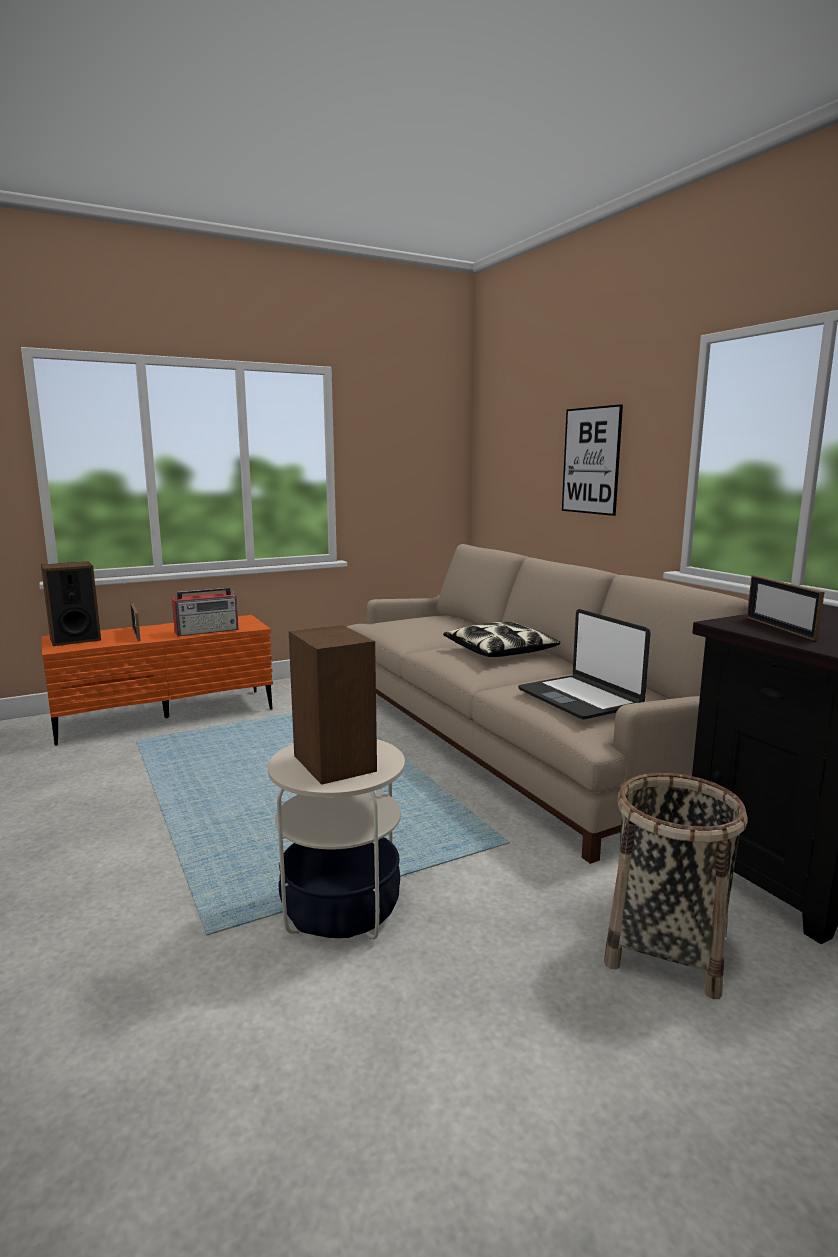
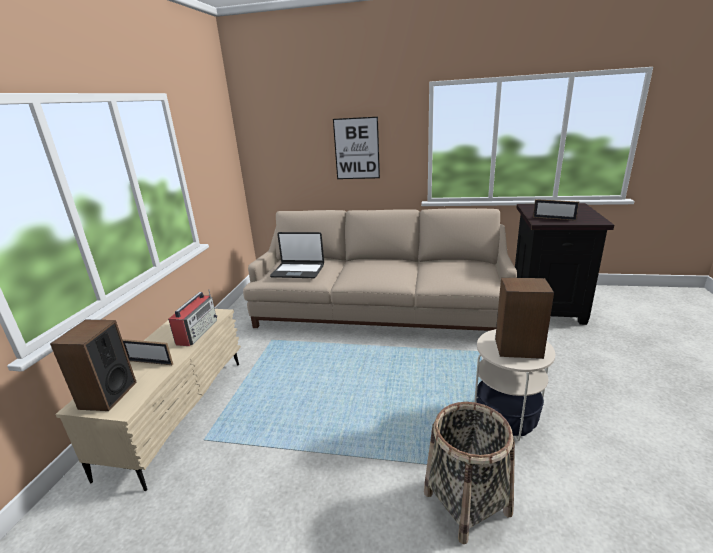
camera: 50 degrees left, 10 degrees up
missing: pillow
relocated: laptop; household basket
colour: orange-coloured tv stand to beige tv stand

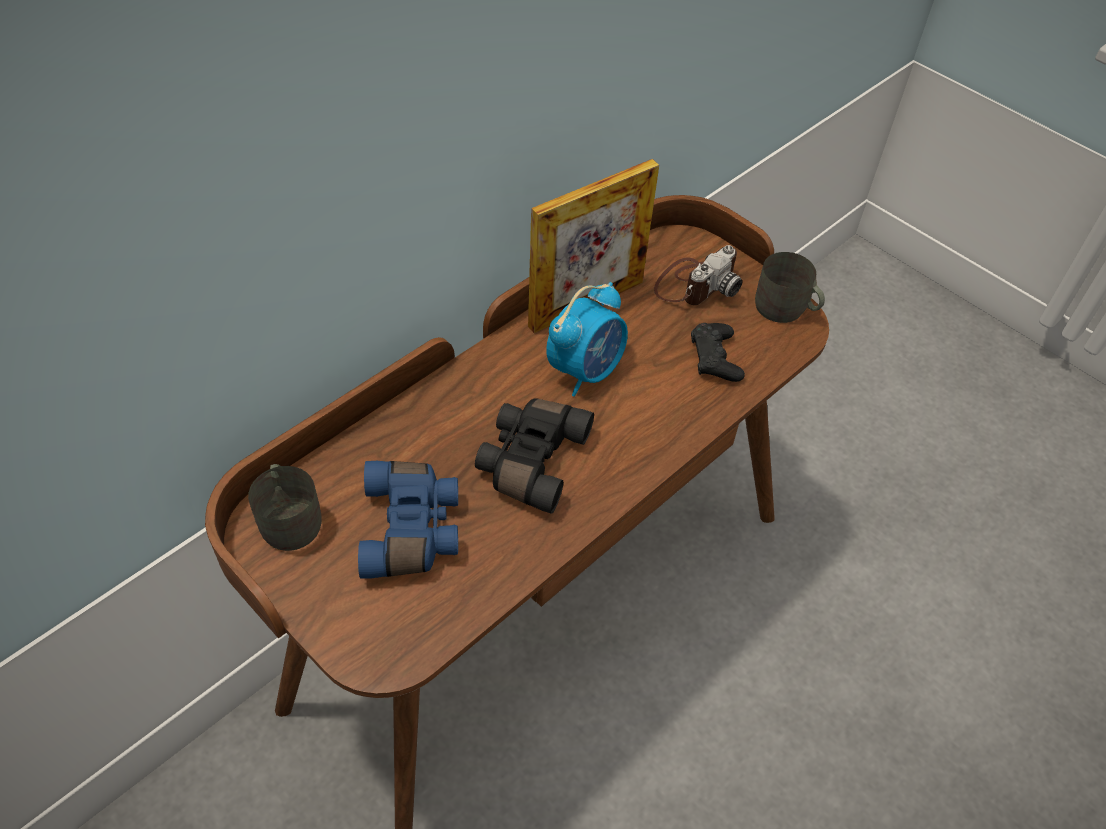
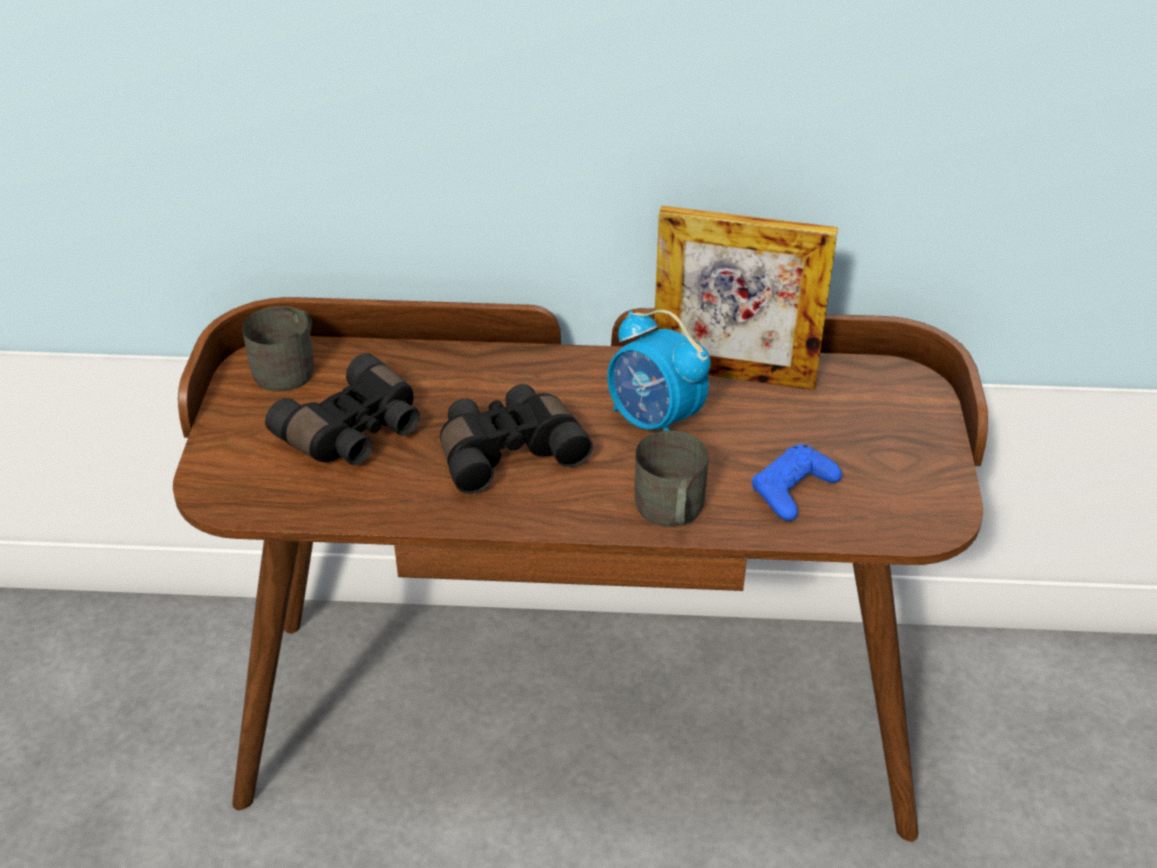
camera: 50 degrees right, 10 degrees down
missing: still camera
relocated: grey mug (no. 2 from left)
colour: blue pair of binoculars to black-coloured pair of binoculars (no. 1 from left); black-coloured joypad to blue joypad
spun: bedside clock 45 degrees clockwise

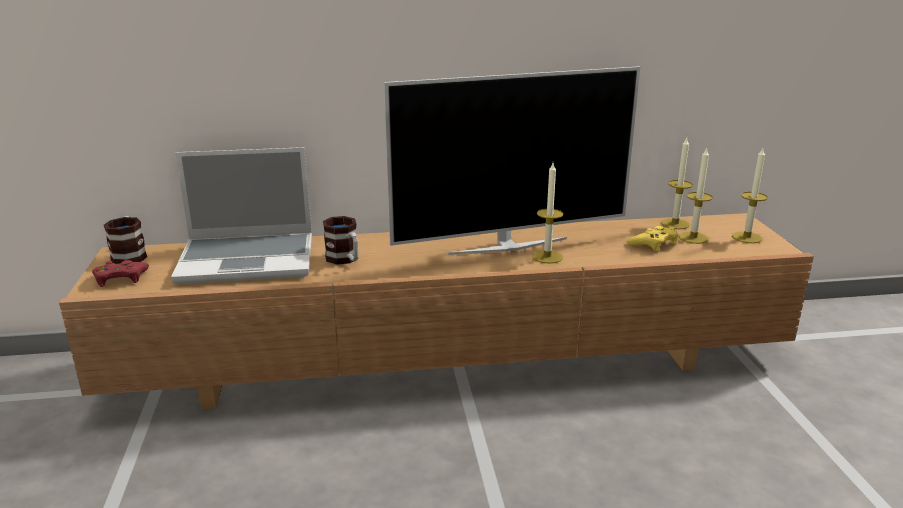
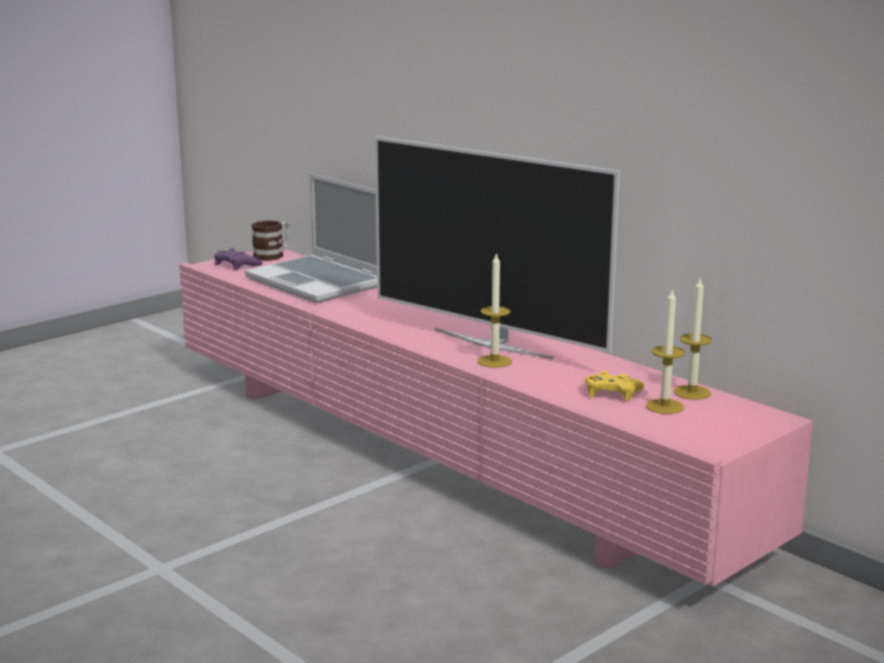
camera: 55 degrees right, 5 degrees down
missing: mug (no. 2 from left); candle (no. 4 from left)
colour: brown tv stand to pinkish tv stand; red-coloured joypad to purplish joypad

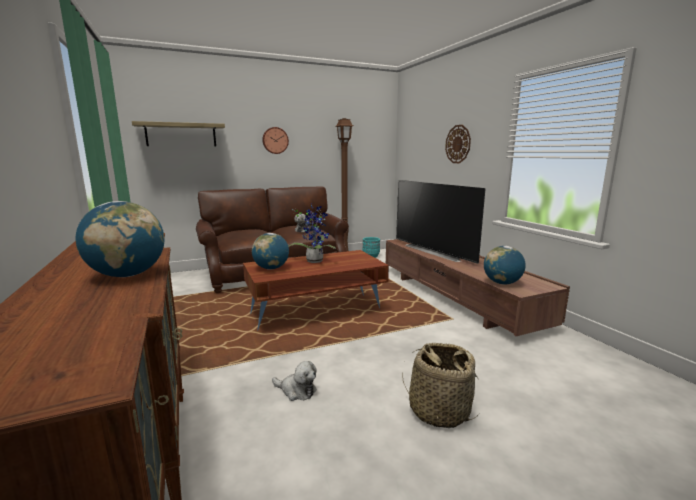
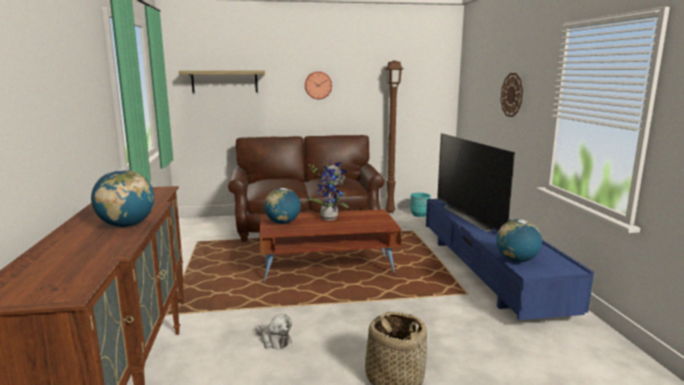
camera: 15 degrees right, 0 degrees up
colour: brown tv stand to blue tv stand

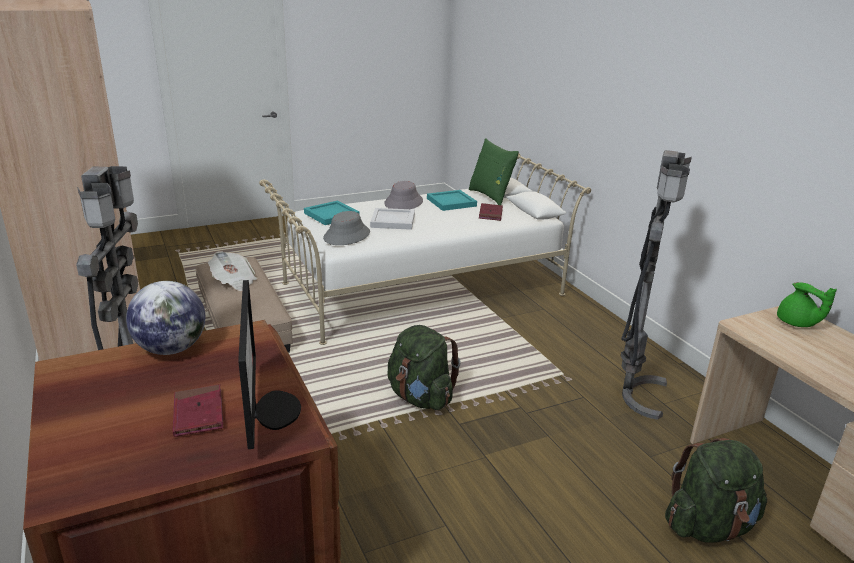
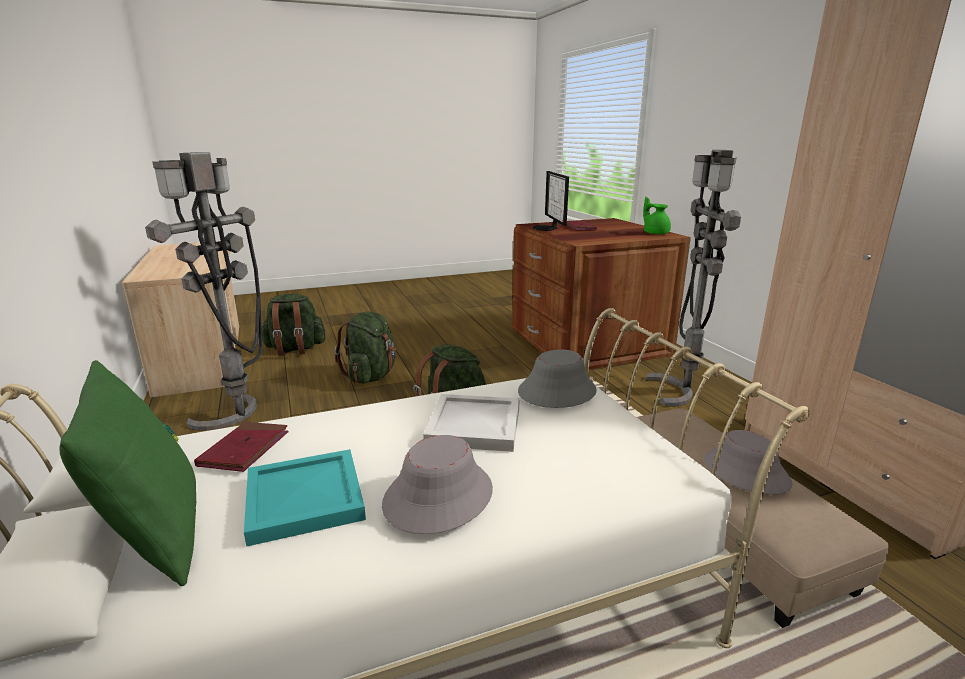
camera: 175 degrees left, 5 degrees down
missing: world globe; blue-green serving tray (no. 1 from left)
appeared: green backpack (no. 2 from left)
relocated: green tea pot
exchanged: newspaper to grey hat (no. 3 from left)

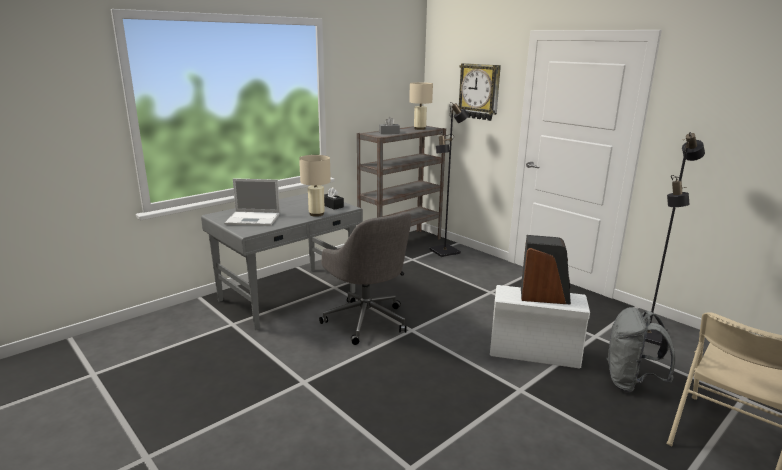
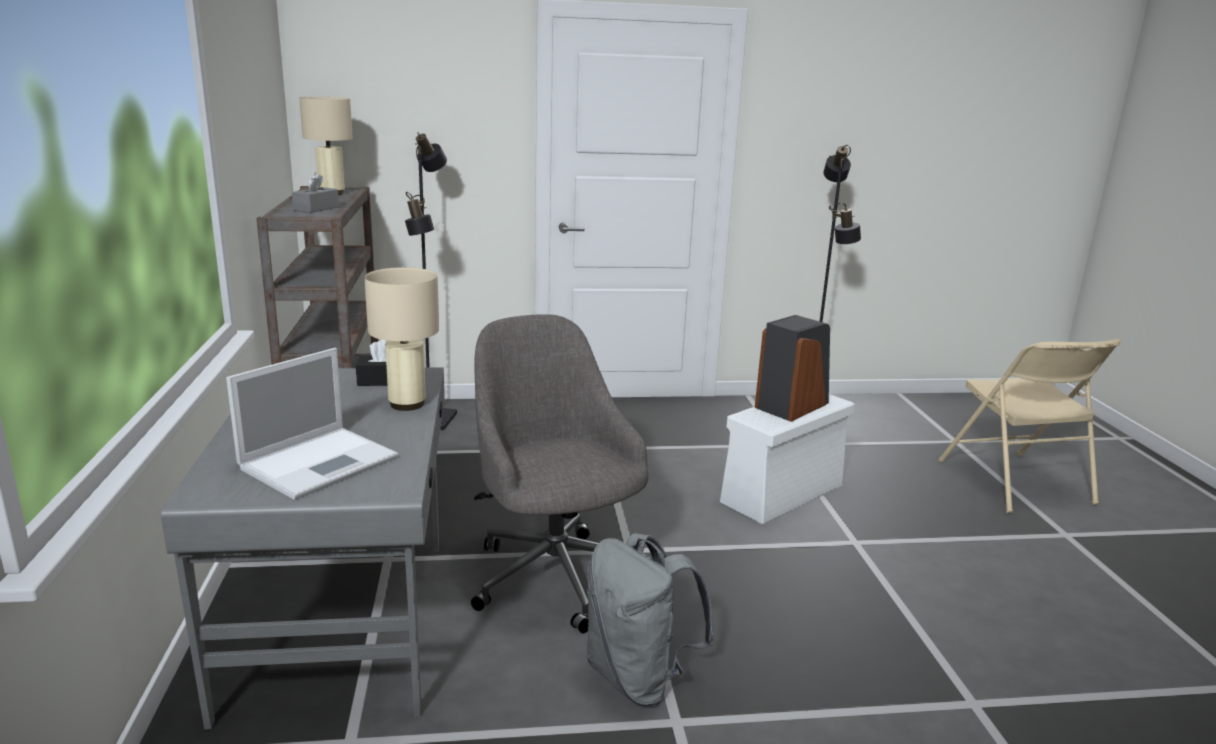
camera: 55 degrees left, 0 degrees up
missing: wall clock
relocated: grey backpack
spun: grey office chair 120 degrees counterclockwise

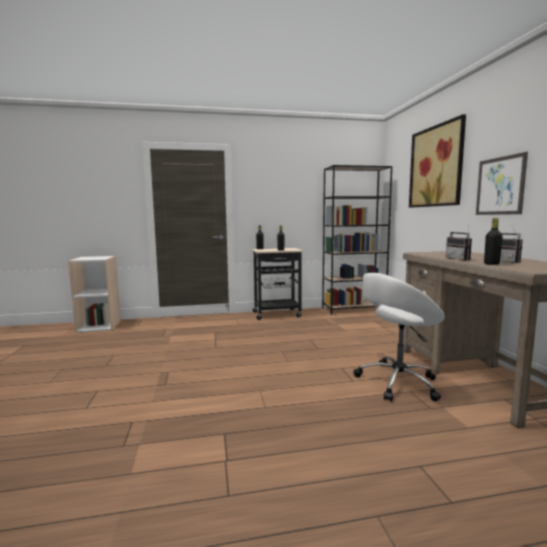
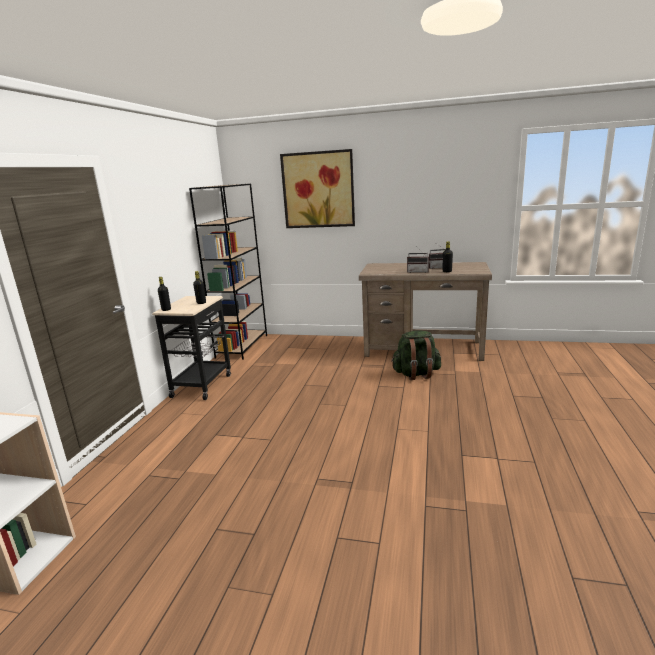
camera: 65 degrees left, 10 degrees up
missing: picture (no. 2 from left)
exchanged: white office chair to green backpack

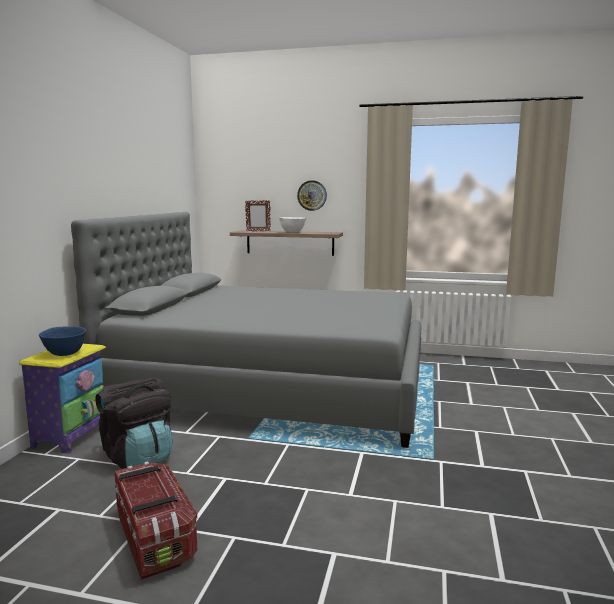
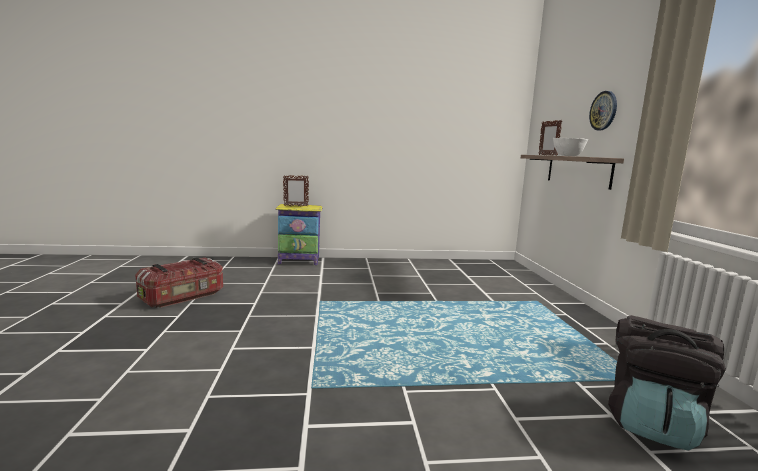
camera: 70 degrees right, 0 degrees up
missing: grey bed
relocated: black-coloured backpack
exchanged: blue bowl to standing frame (no. 1 from left)

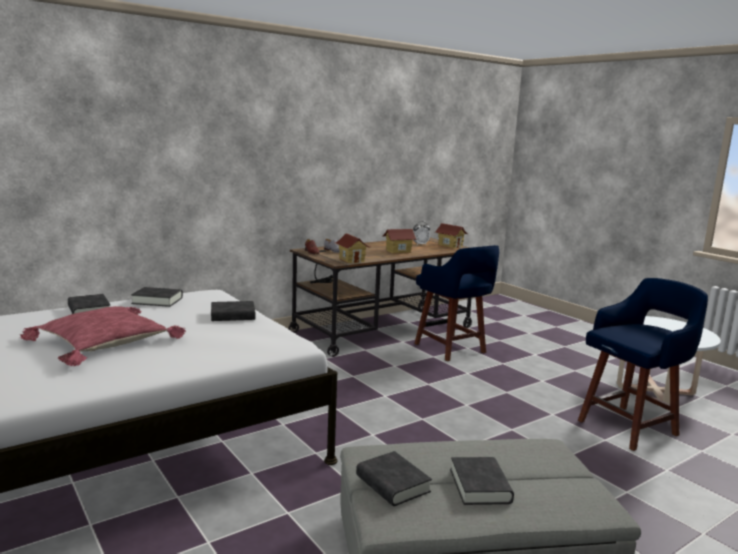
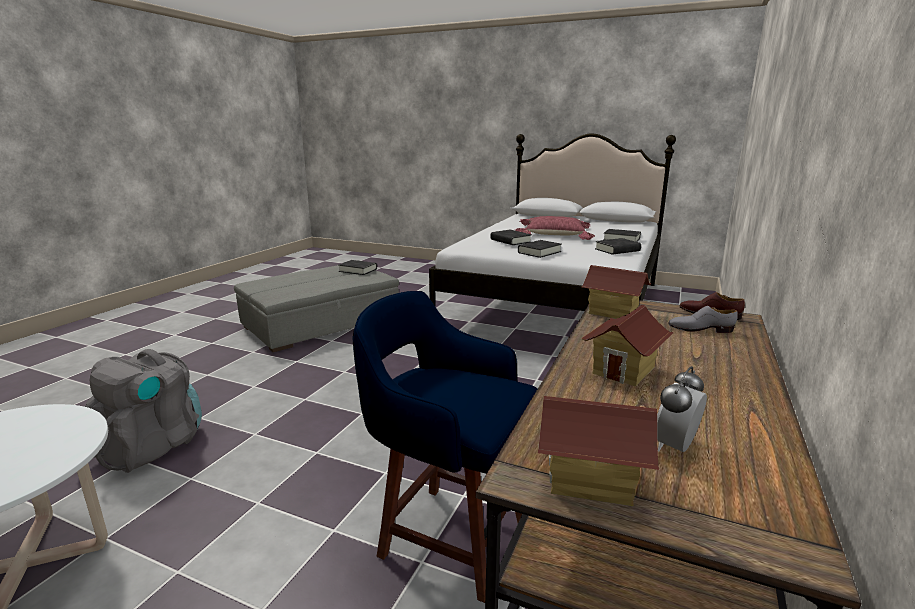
camera: 150 degrees right, 5 degrees up
relocated: black-coloured bound book (no. 5 from left in the first image) to black-coloured bound book (no. 2 from left)
exchanged: blue stool seat (no. 2 from left) to grey backpack

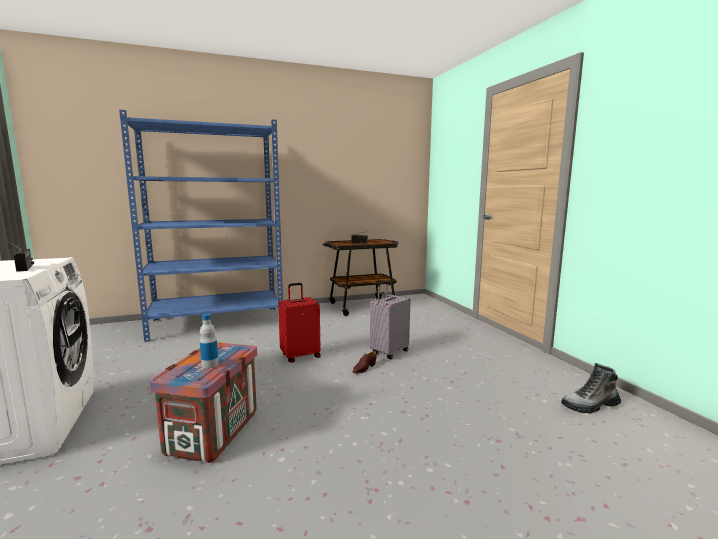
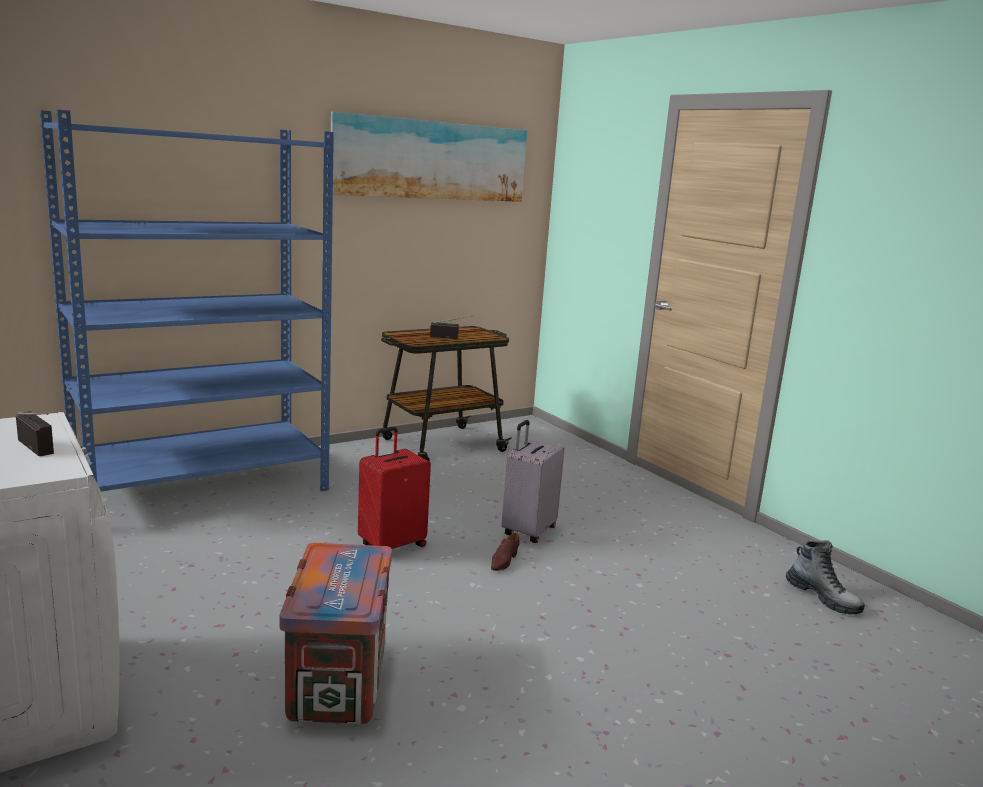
camera: 15 degrees left, 5 degrees up
missing: bottle
appeared: picture
spun: tall boot 105 degrees counterclockwise

